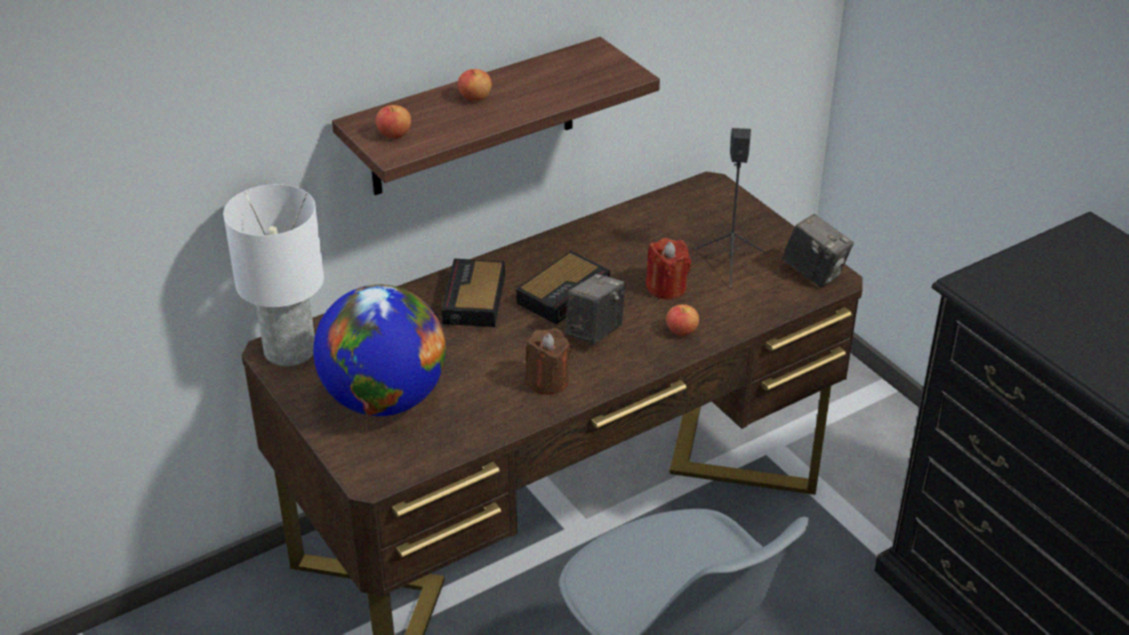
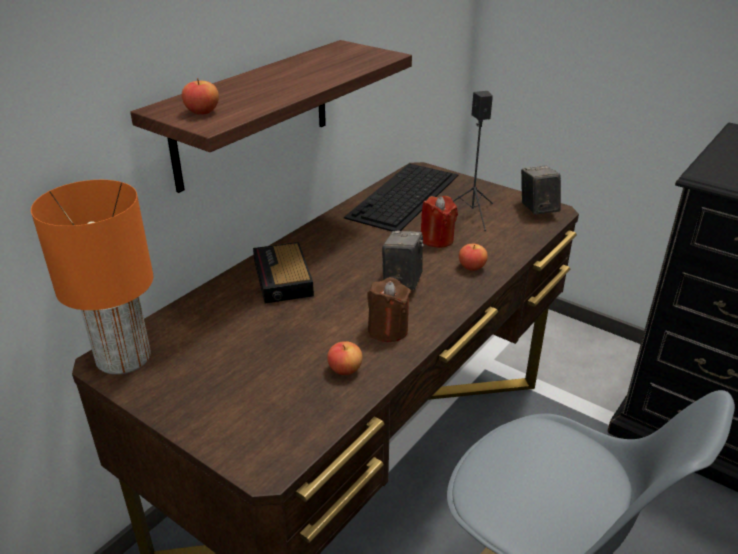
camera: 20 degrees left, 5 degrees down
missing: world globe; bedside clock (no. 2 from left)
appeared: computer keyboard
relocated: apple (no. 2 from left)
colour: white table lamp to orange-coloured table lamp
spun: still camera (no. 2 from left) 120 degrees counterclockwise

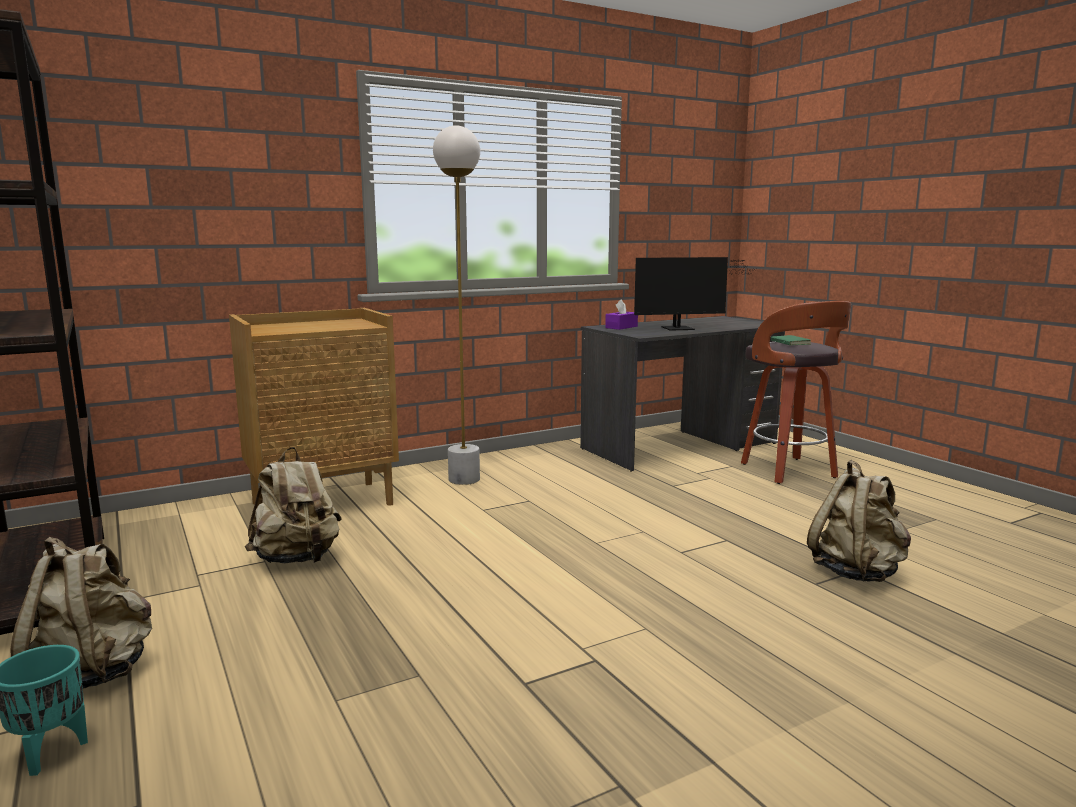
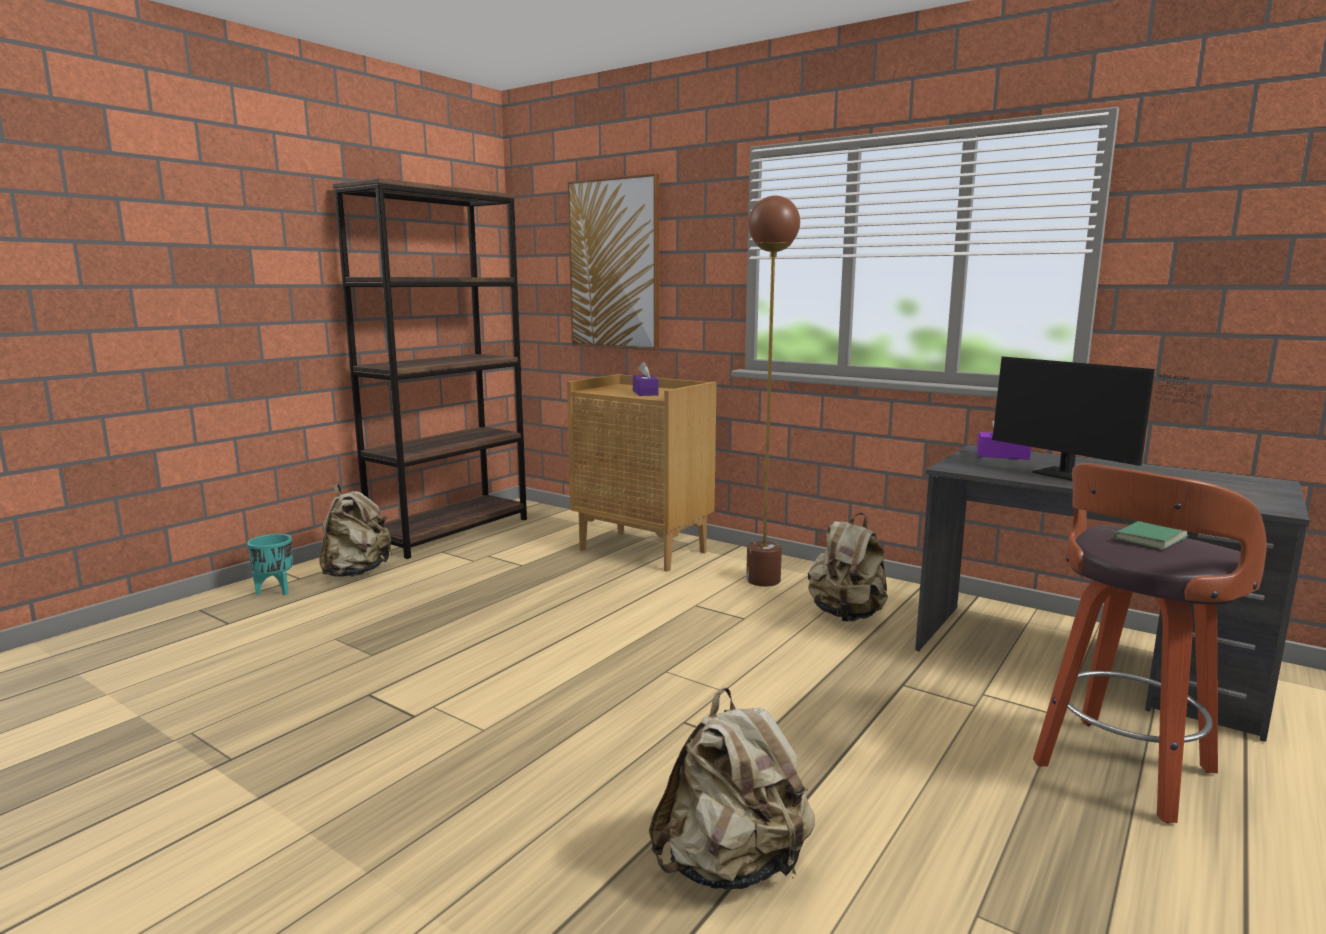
camera: 65 degrees right, 0 degrees up
appeared: picture; purplish box of tissues (no. 1 from left)
relocated: beige backpack (no. 2 from left in the first image) to beige backpack (no. 3 from left)
colour: white standing lamp to brown standing lamp

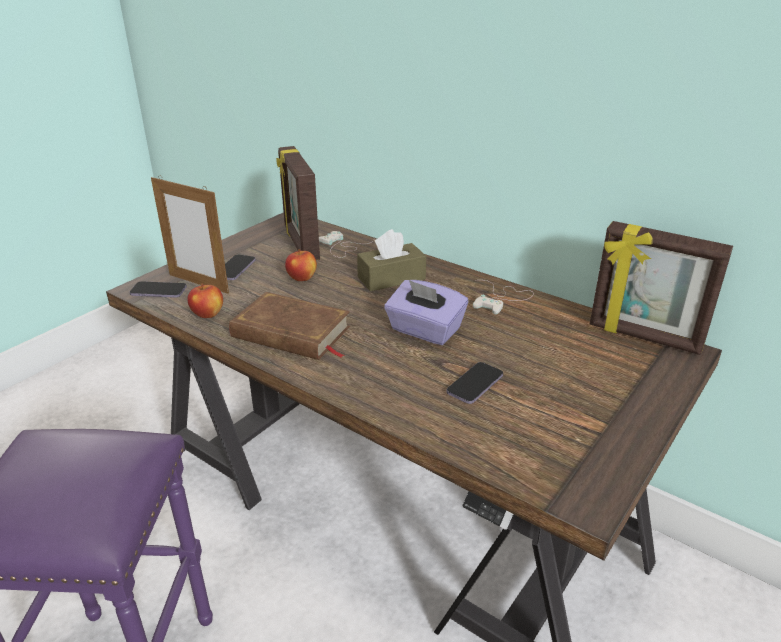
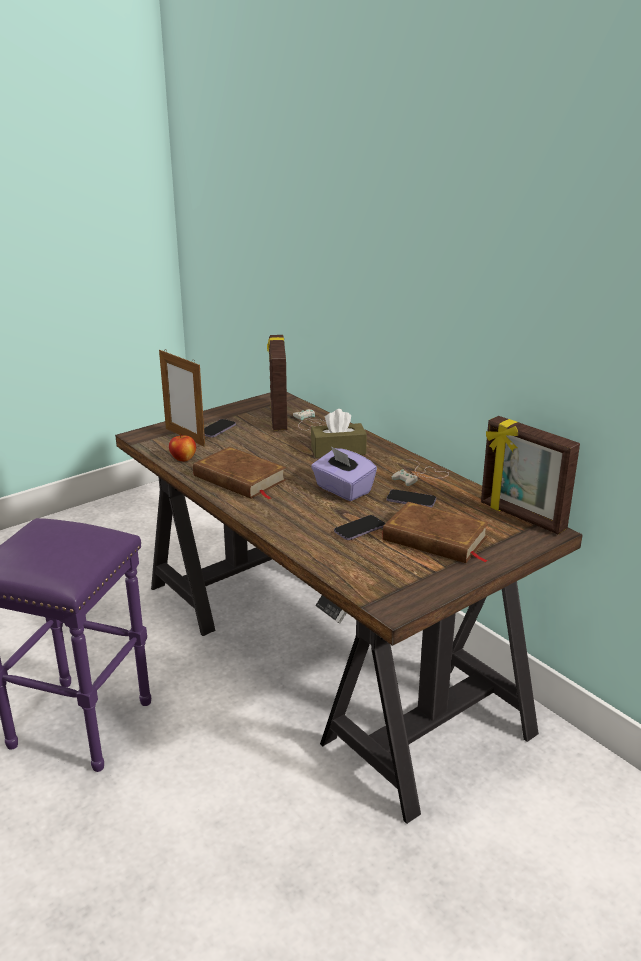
camera: 15 degrees right, 5 degrees down
missing: apple (no. 2 from left)
appeared: brown bound book (no. 2 from left)
relocated: handset (no. 1 from left in the first image) to handset (no. 3 from left)

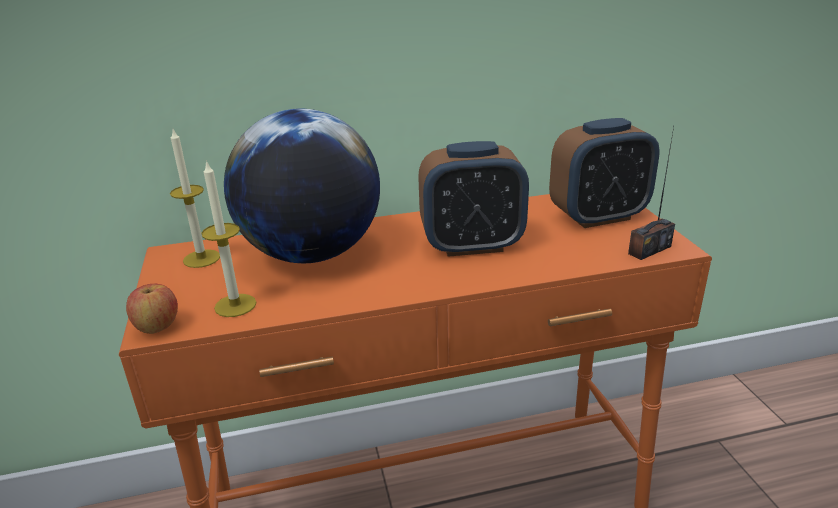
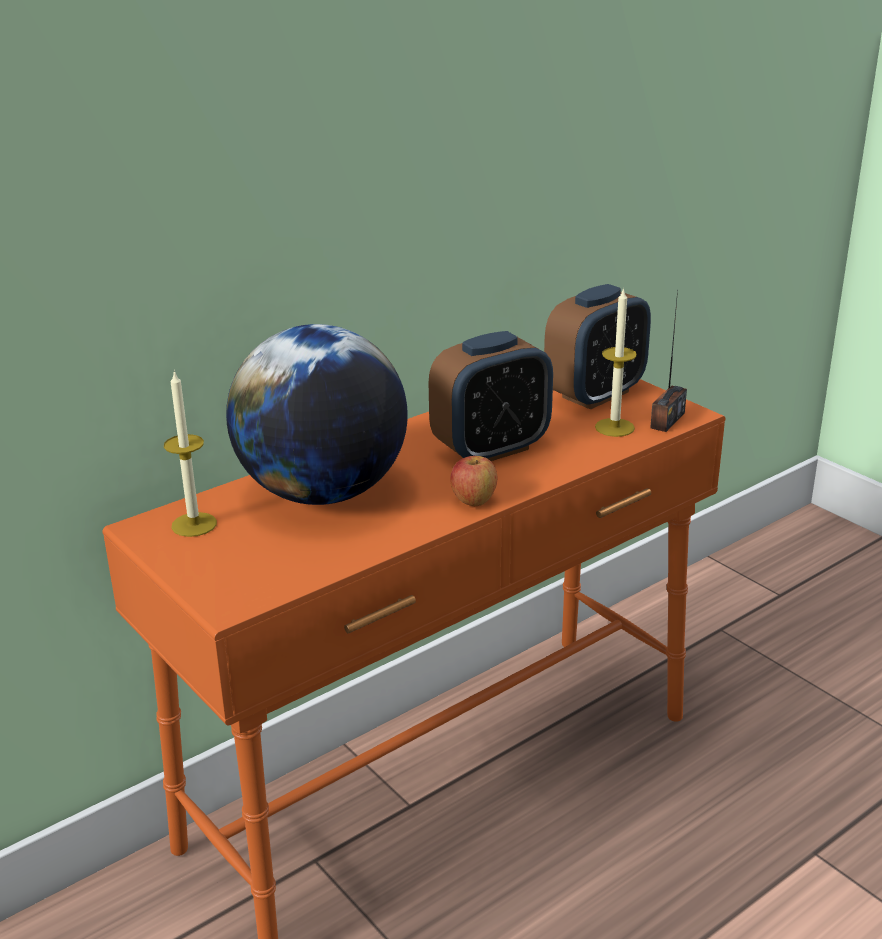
camera: 25 degrees left, 0 degrees up
relocated: apple; candle (no. 2 from left)

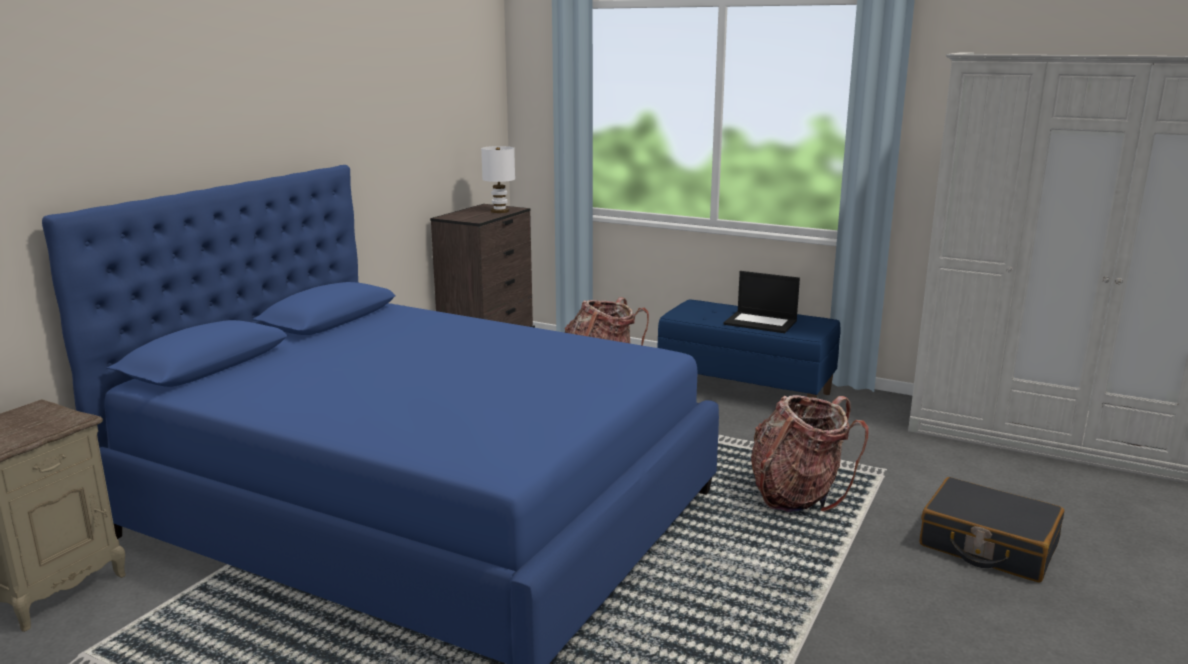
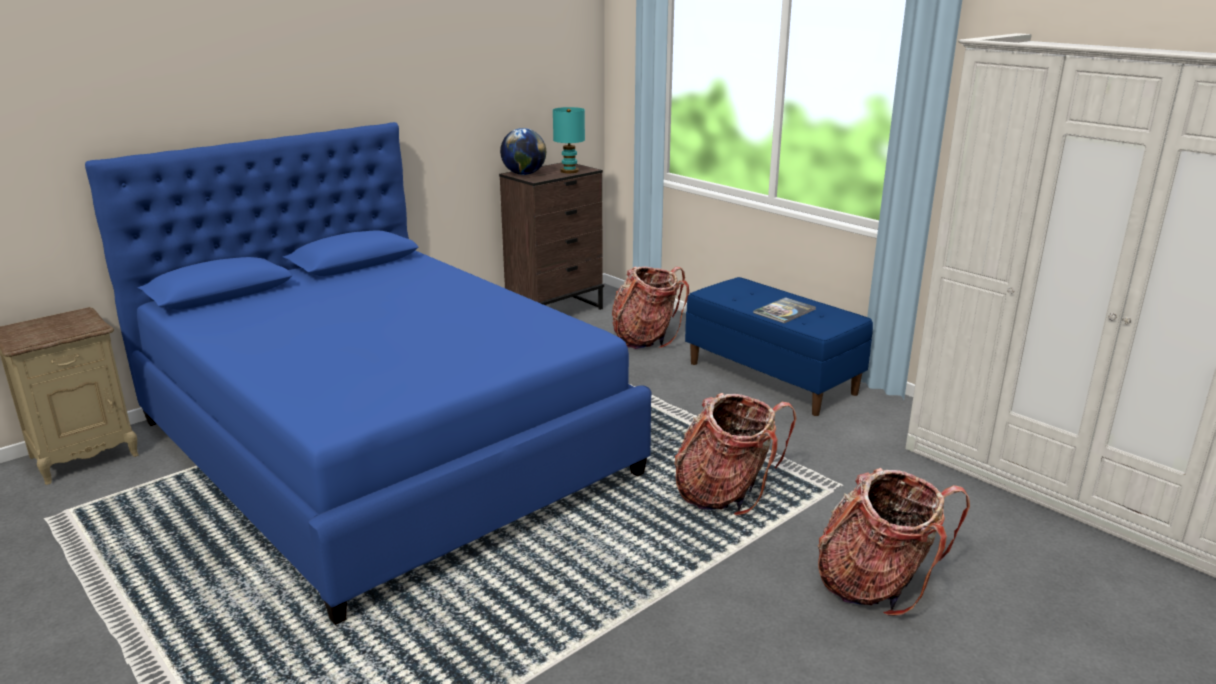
camera: 20 degrees right, 5 degrees up
appeared: world globe
exchanged: laptop to bound book; black-coloured piece of luggage to backpack (no. 3 from left)
colour: white table lamp to blue-green table lamp

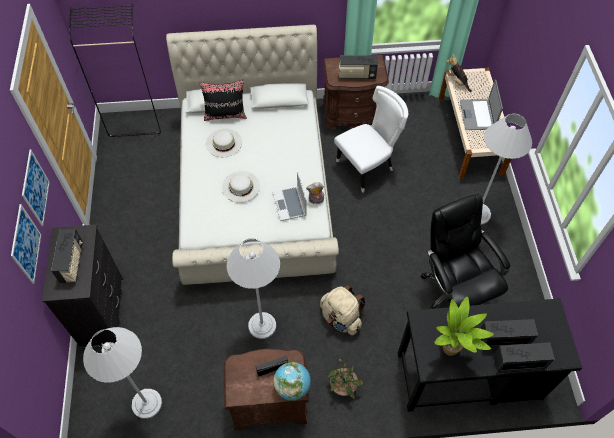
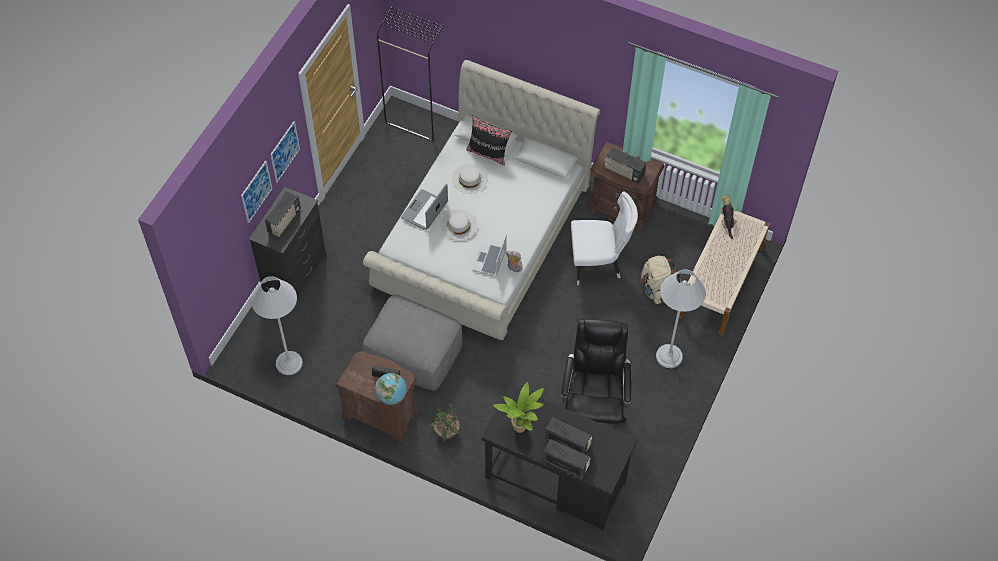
camera: 30 degrees right, 0 degrees up
relocated: beige backpack; laptop (no. 2 from left in the first image) to laptop (no. 1 from left)
exchanged: white standing lamp (no. 2 from left) to grey pouffe

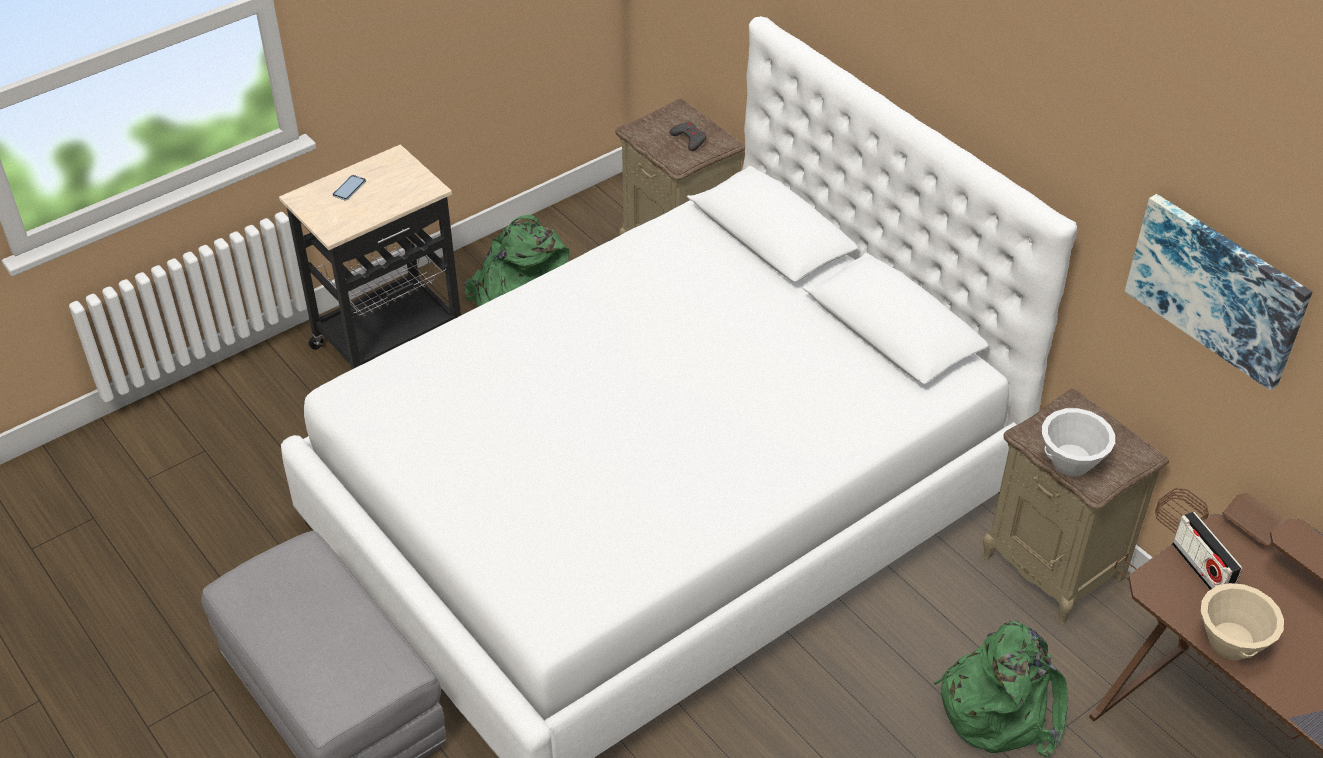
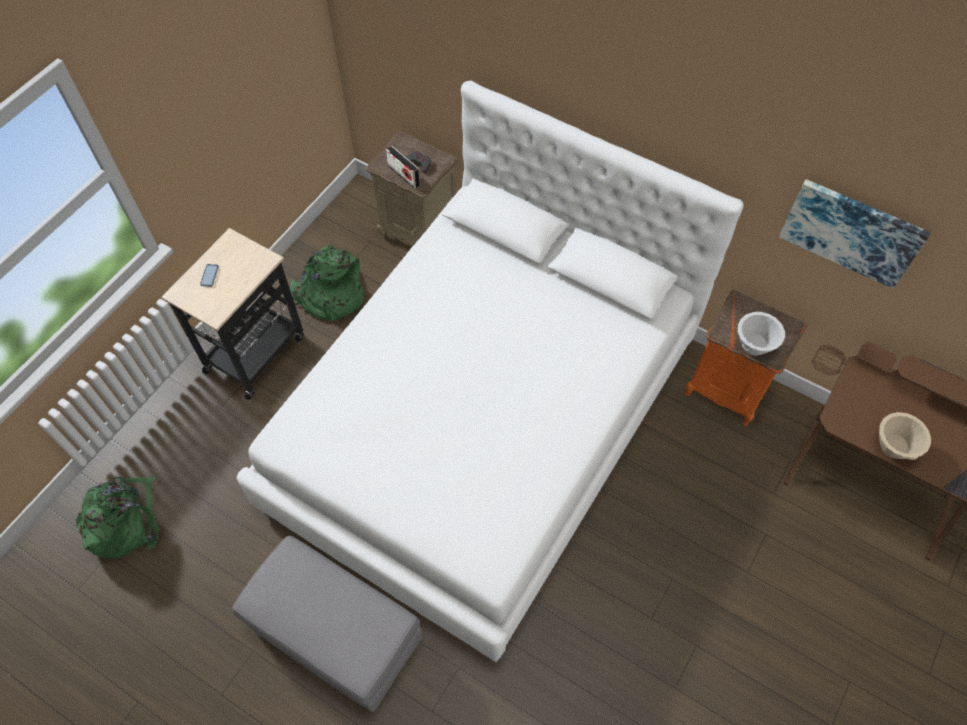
camera: 20 degrees left, 15 degrees up
relocated: green backpack (no. 2 from left in the first image) to green backpack (no. 1 from left); radio
colour: beige bedside table (no. 2 from left) to orange-coloured bedside table

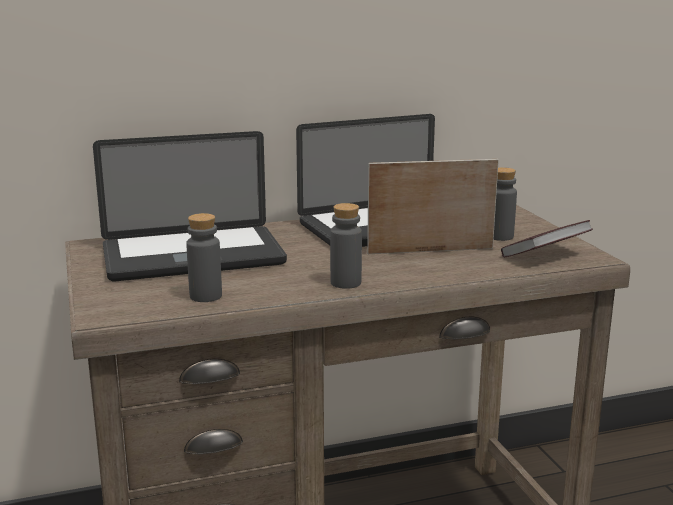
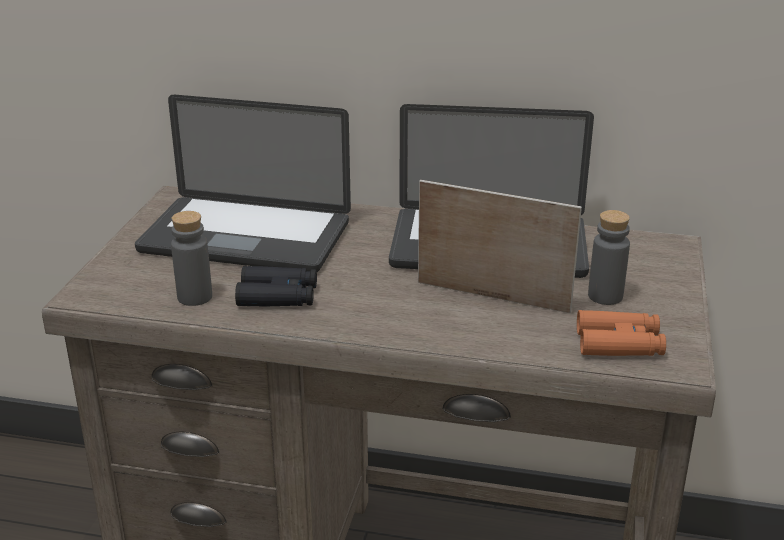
camera: 30 degrees right, 10 degrees up
missing: grey bottle (no. 2 from left)
appeared: black-coloured pair of binoculars
exchanged: bound book to orange-coloured pair of binoculars

